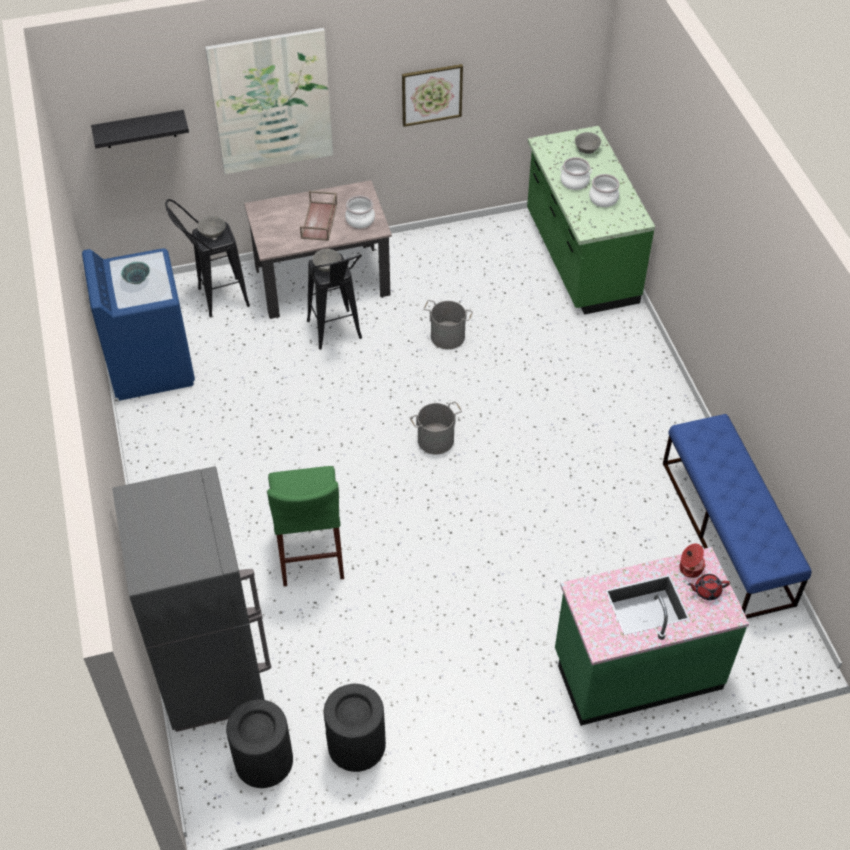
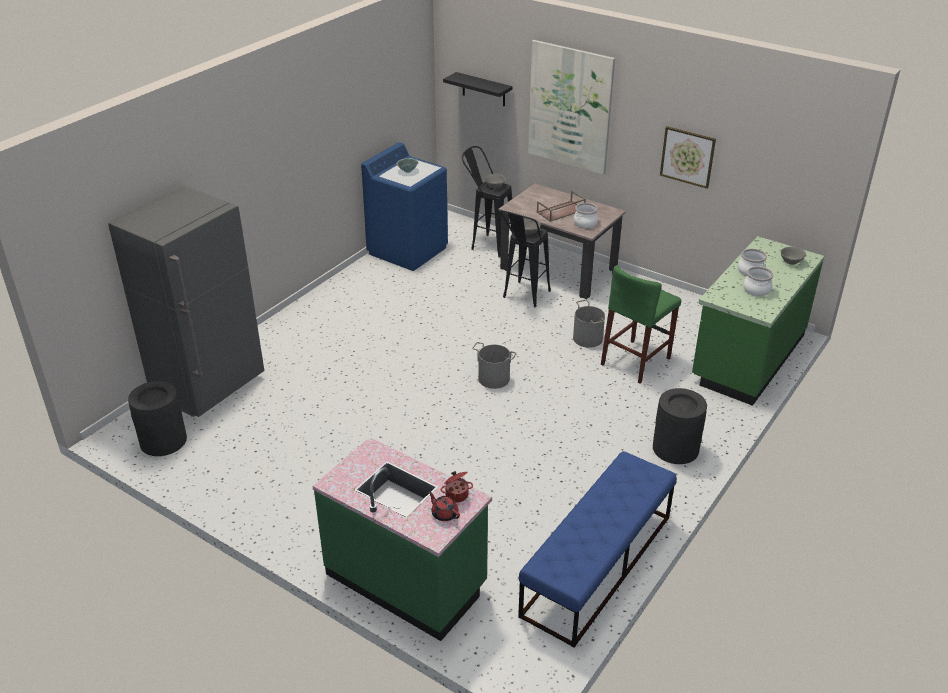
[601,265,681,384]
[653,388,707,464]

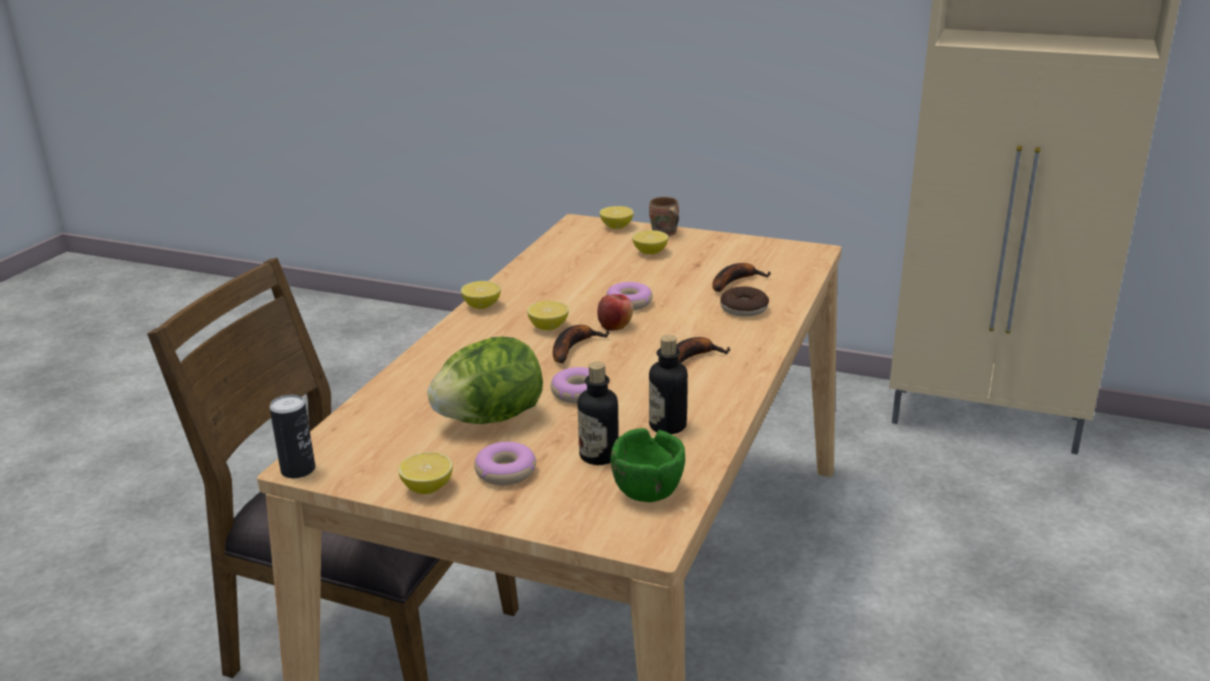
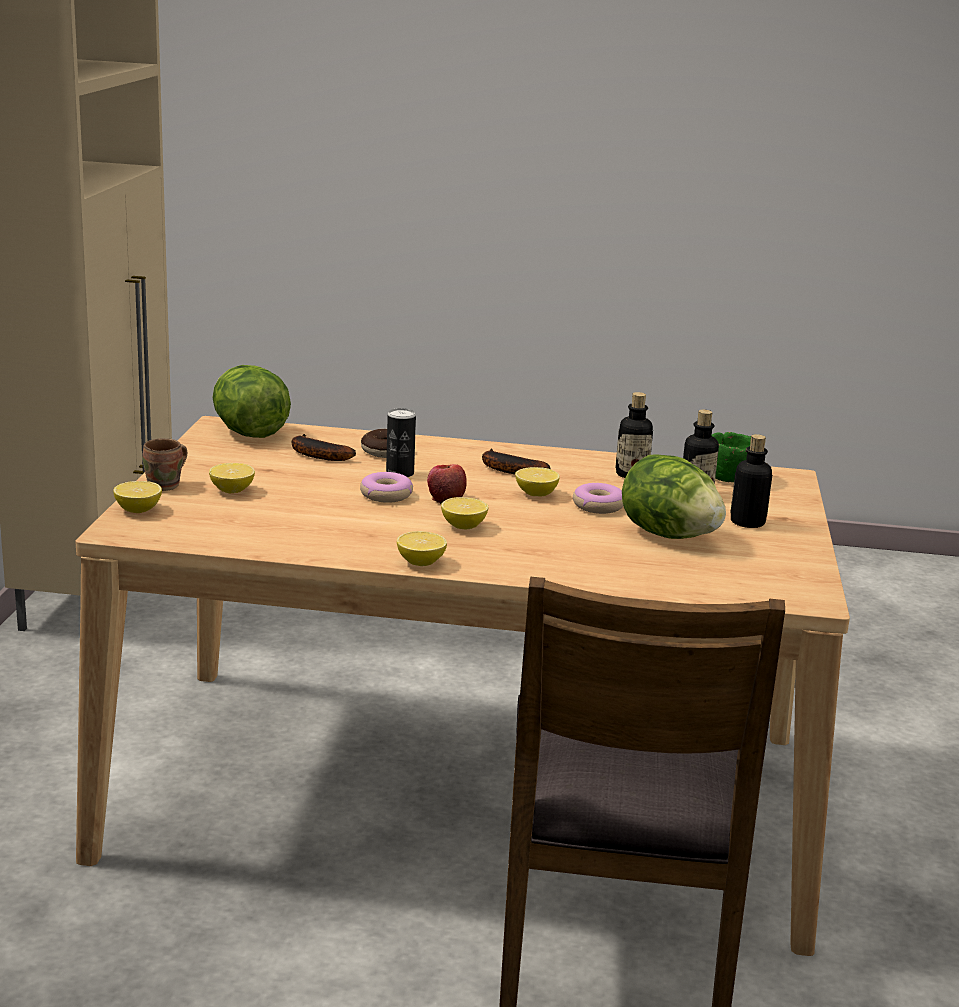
[213,365,291,438]
[386,408,416,477]
[515,467,560,497]
[730,434,772,528]
[553,325,610,363] (first image)

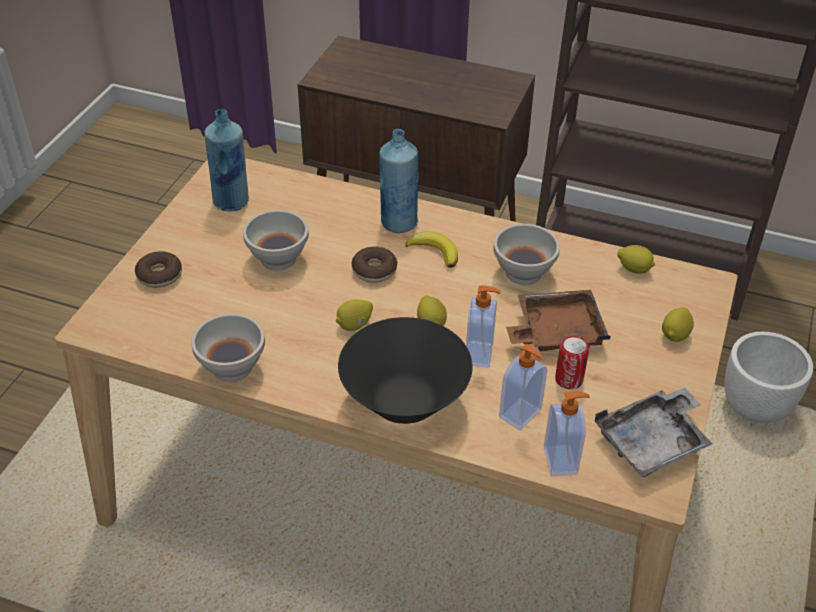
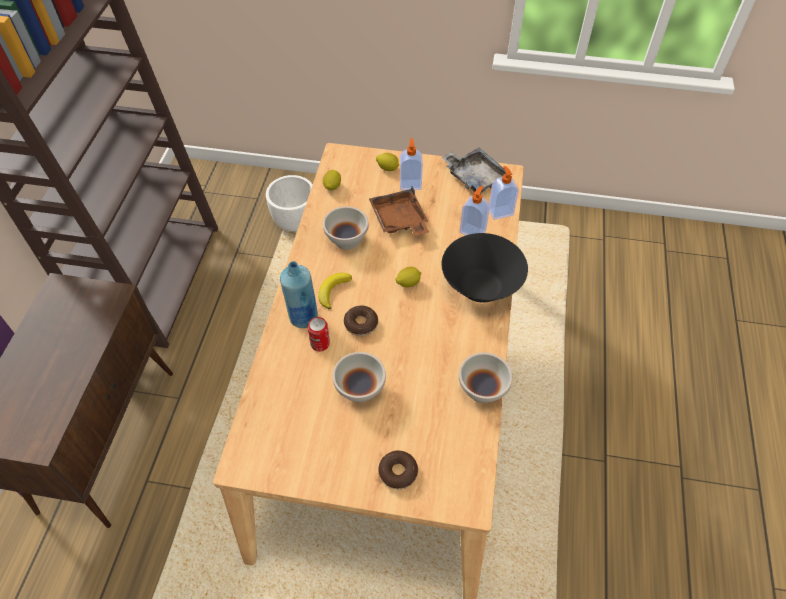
[308,317,330,351]
[400,138,423,190]
[204,109,249,212] (first image)
[336,299,373,331] (first image)

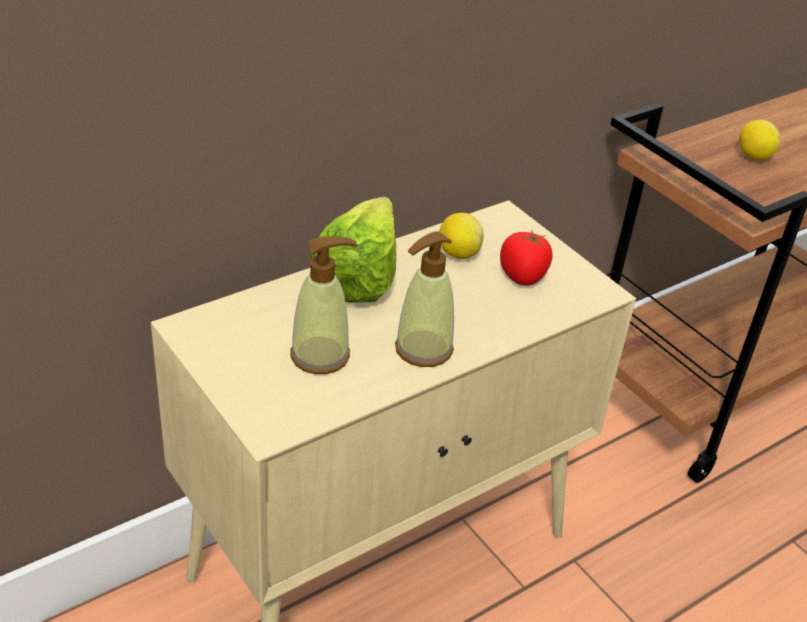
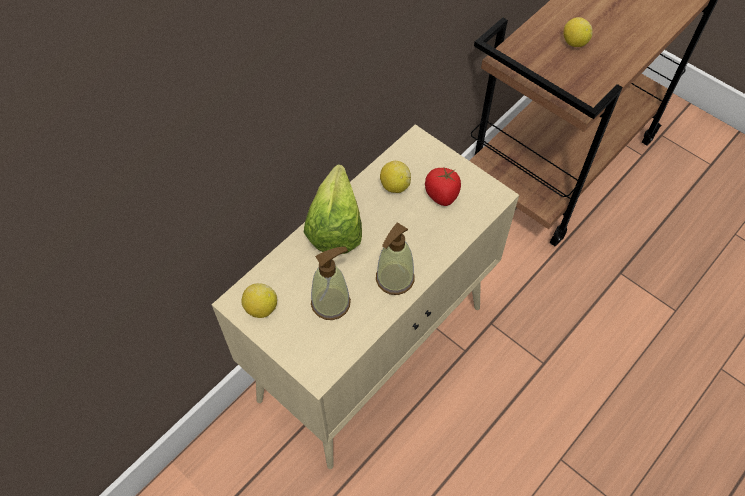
[241,283,277,318]

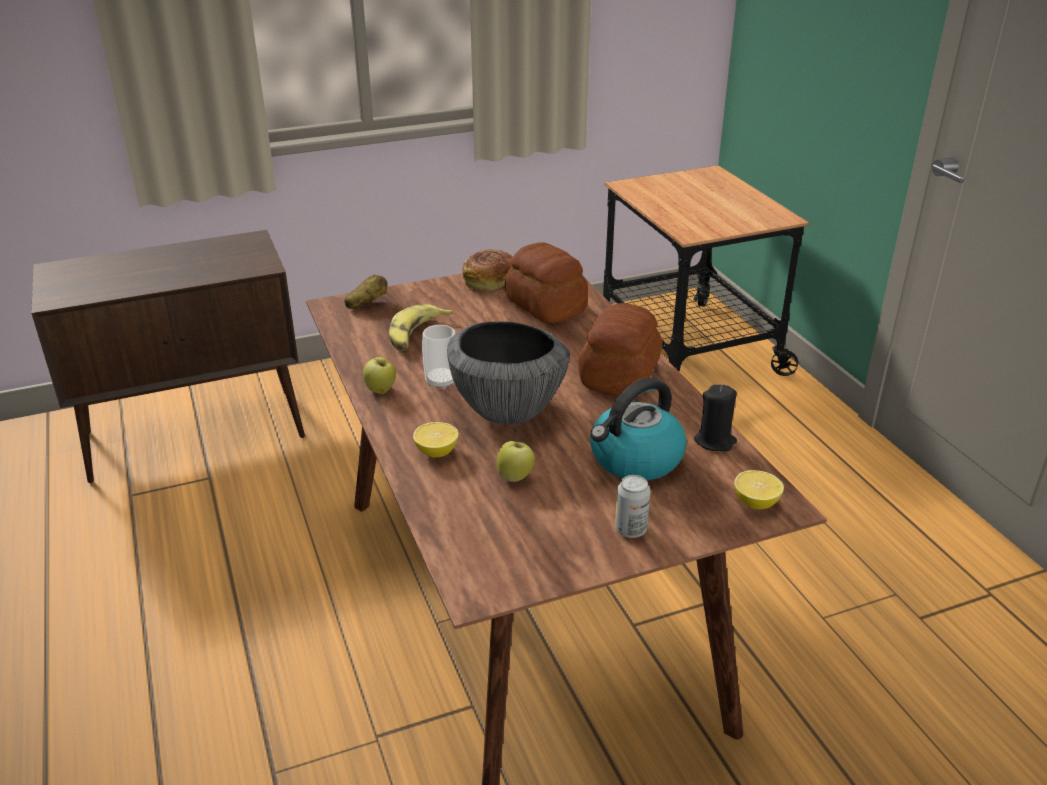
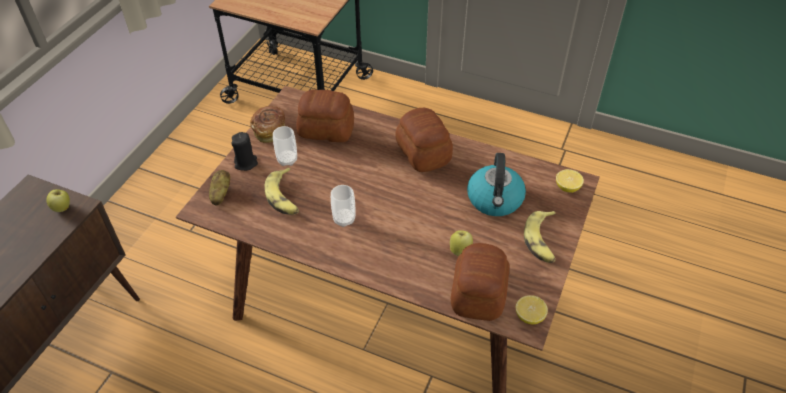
[46,189,70,212]
[231,132,258,171]
[273,126,297,166]
[451,243,510,321]
[516,295,548,325]
[524,211,556,263]
[447,321,570,425] (first image)

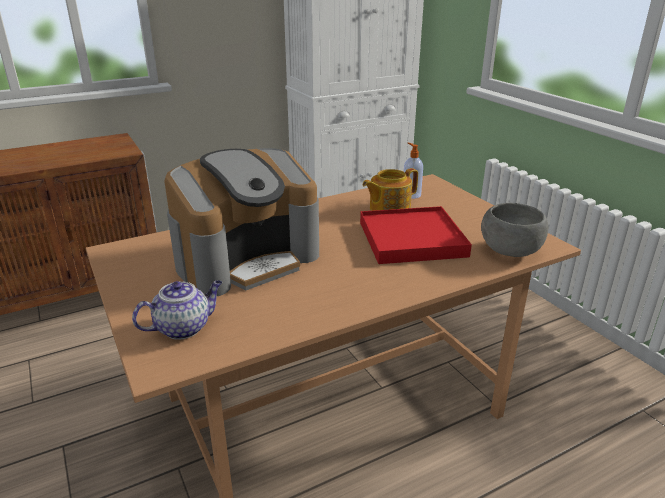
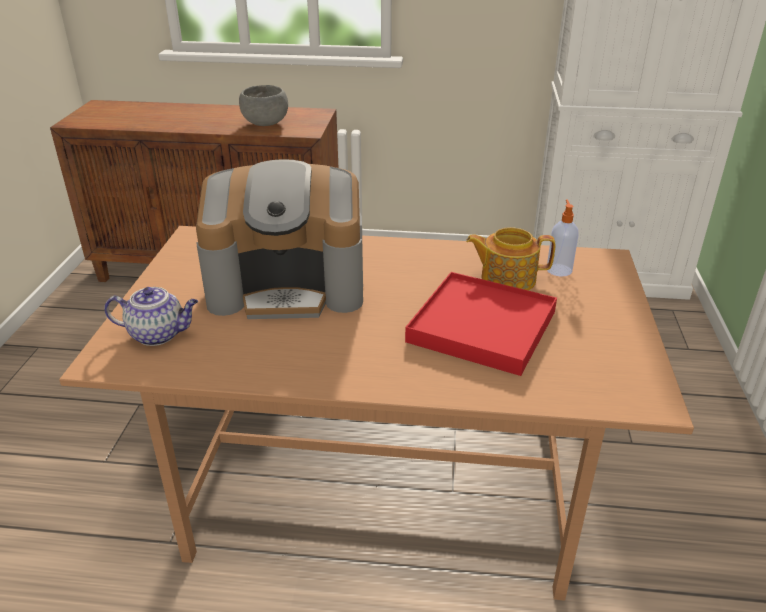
[239,85,288,126]

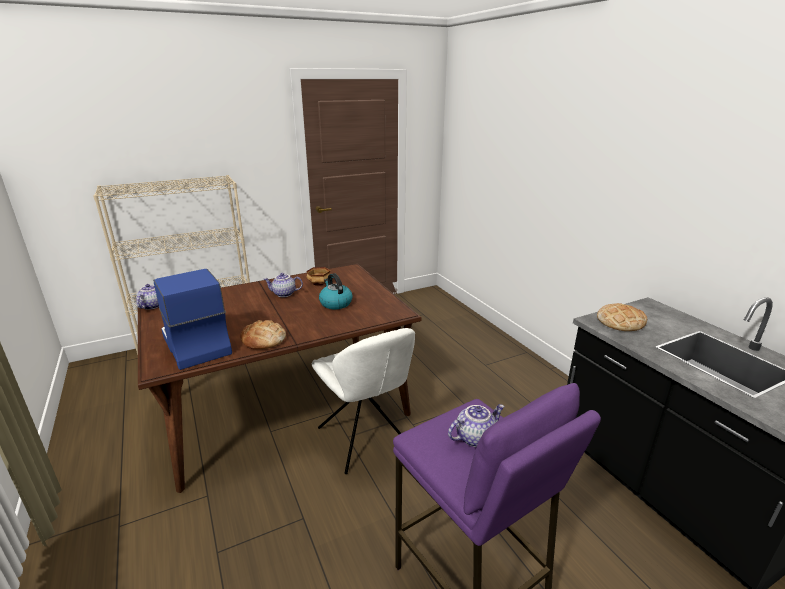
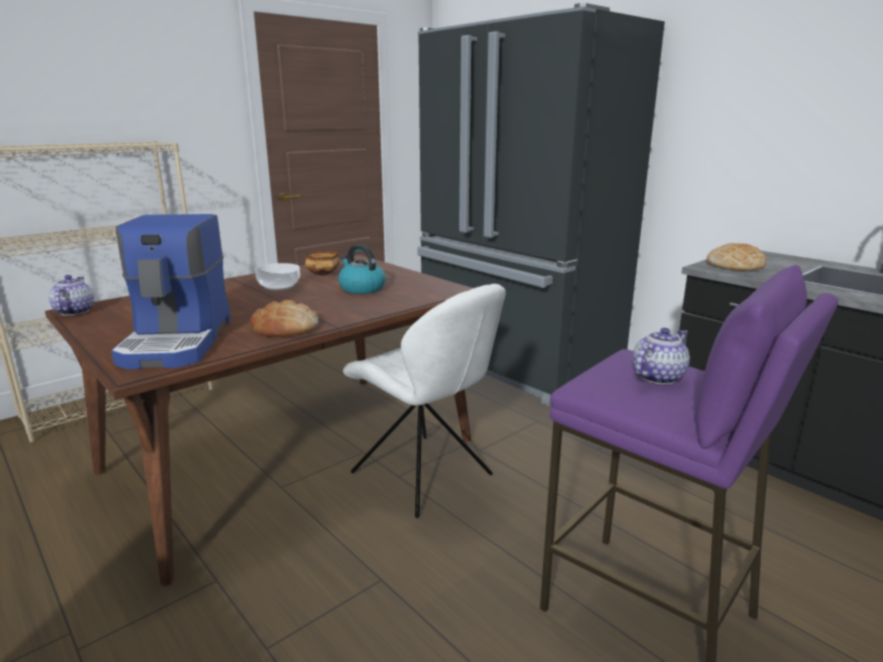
[111,214,231,369]
[255,263,300,290]
[417,3,665,406]

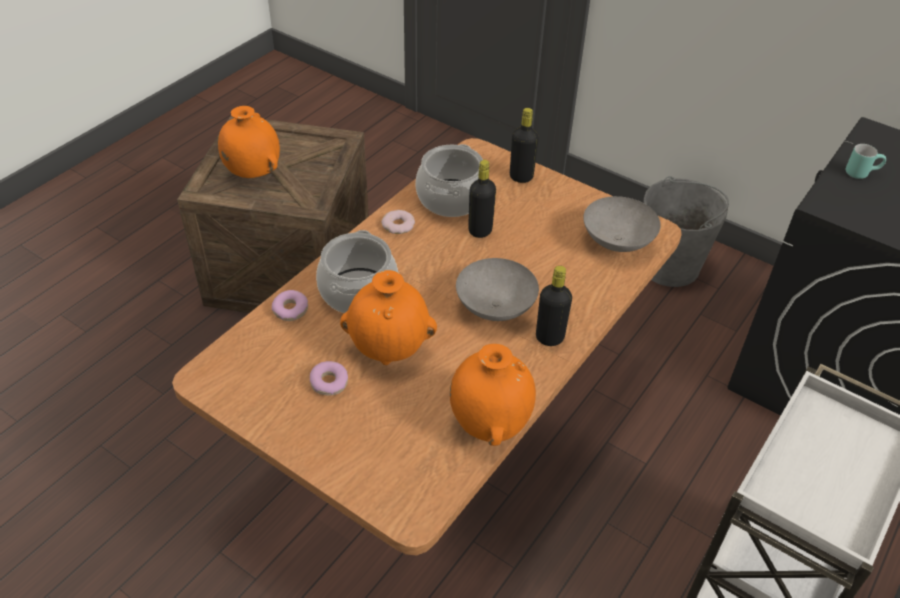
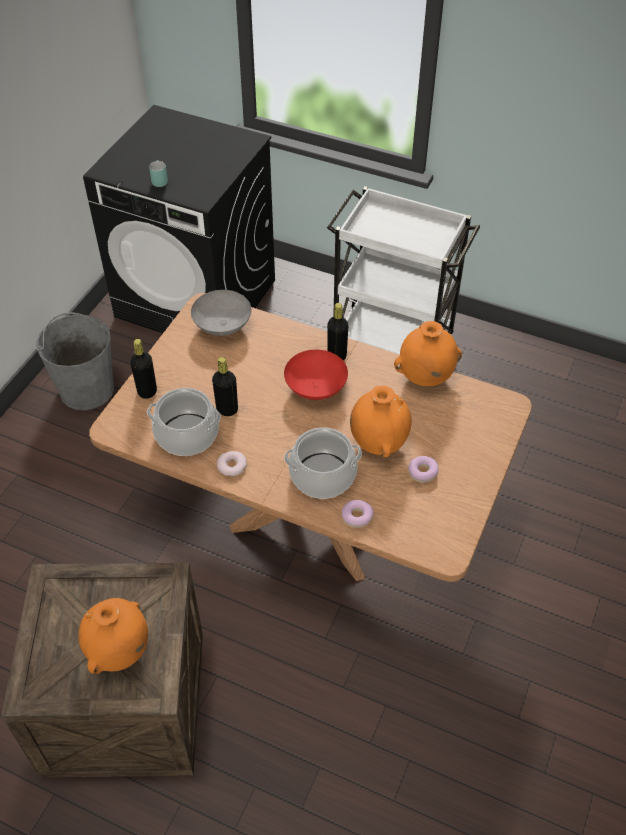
[284,350,348,400]

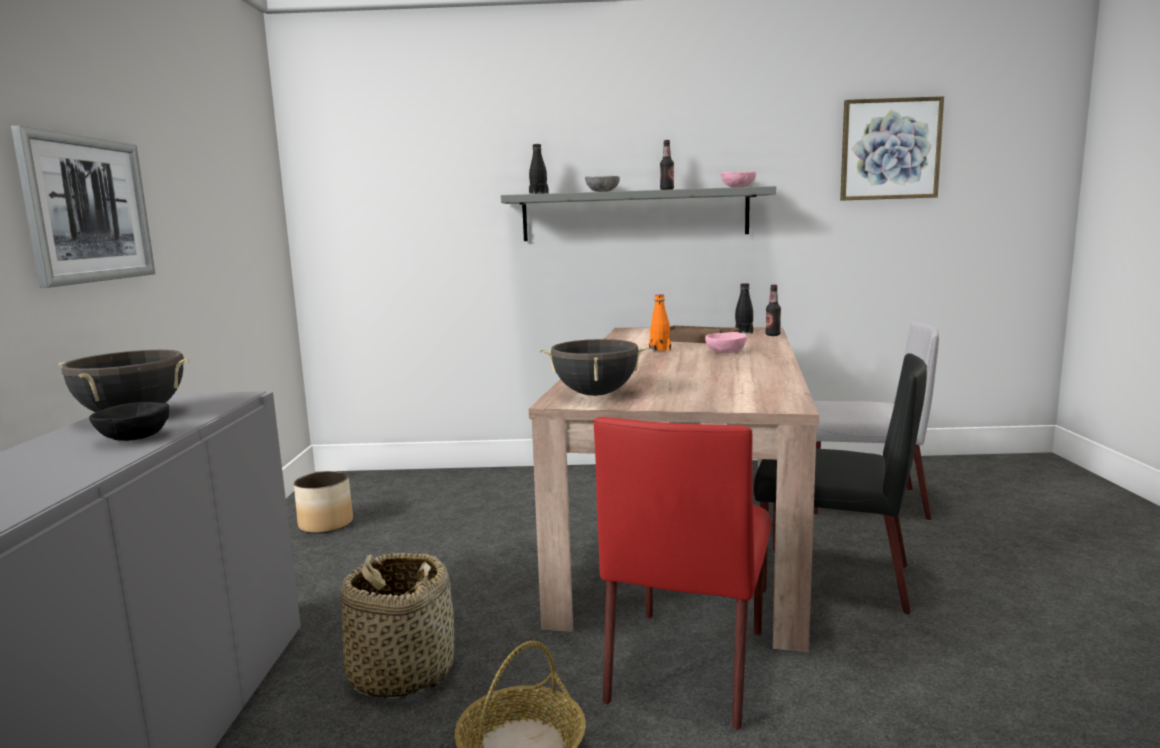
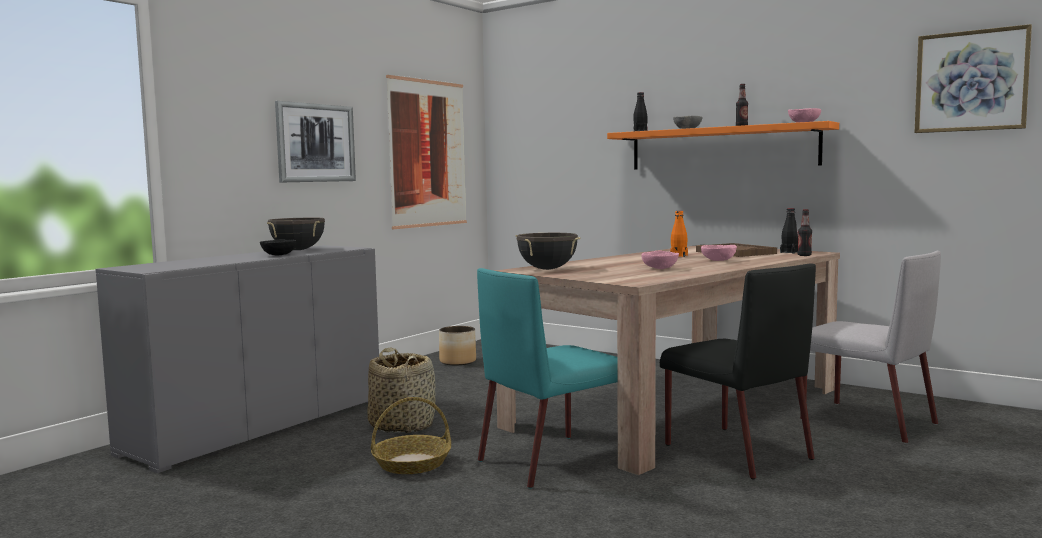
[386,75,467,229]
[477,268,617,489]
[607,121,839,170]
[641,250,679,269]

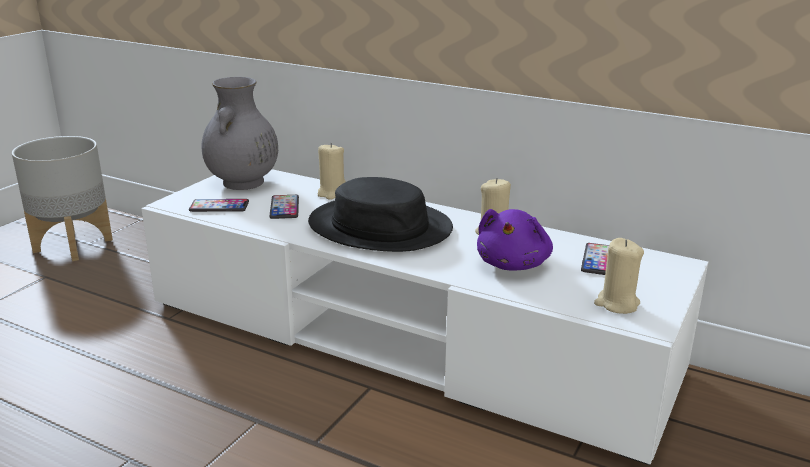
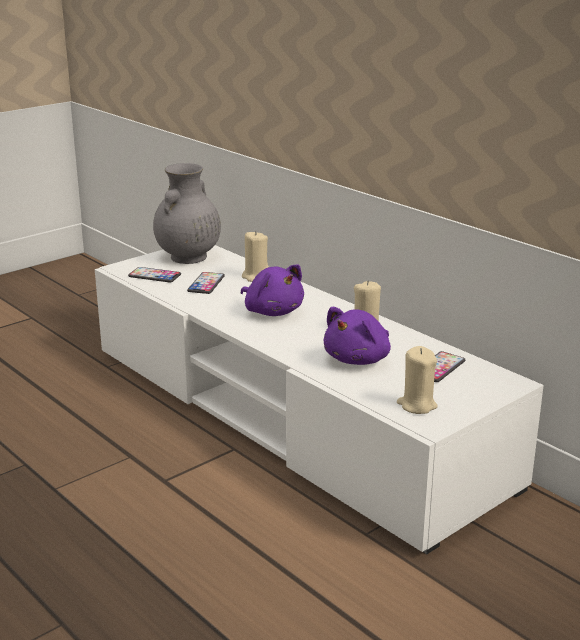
[241,265,304,316]
[12,136,113,261] (first image)

